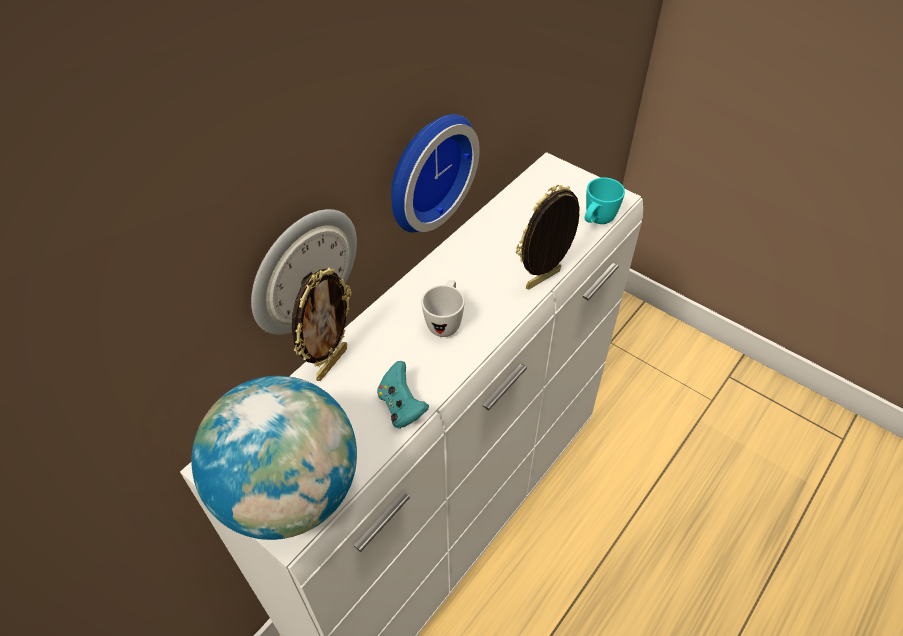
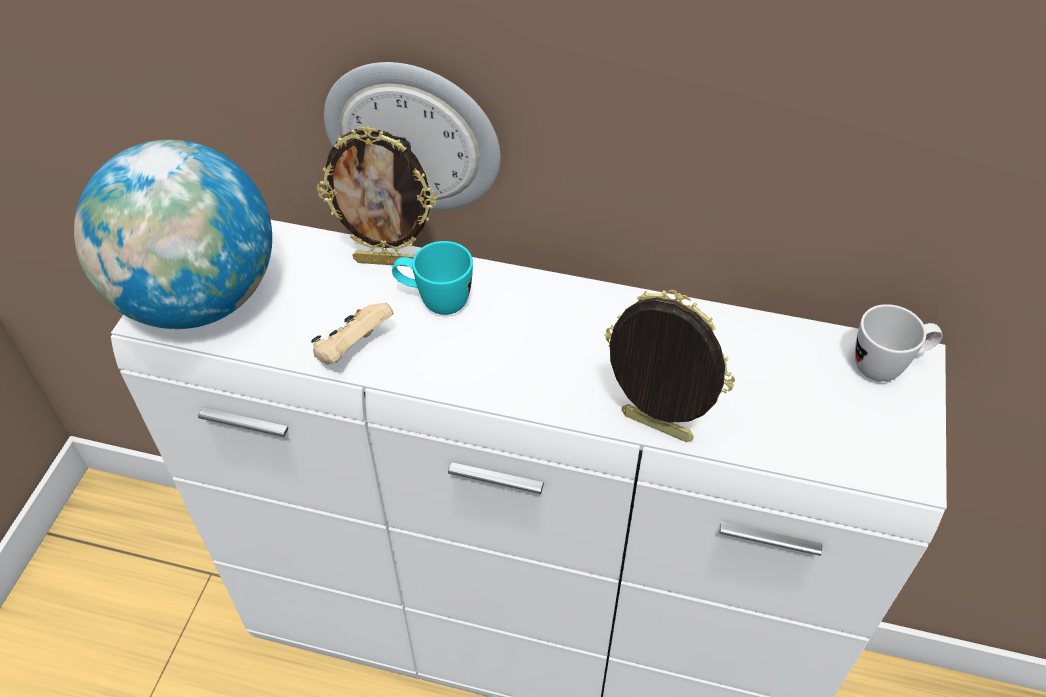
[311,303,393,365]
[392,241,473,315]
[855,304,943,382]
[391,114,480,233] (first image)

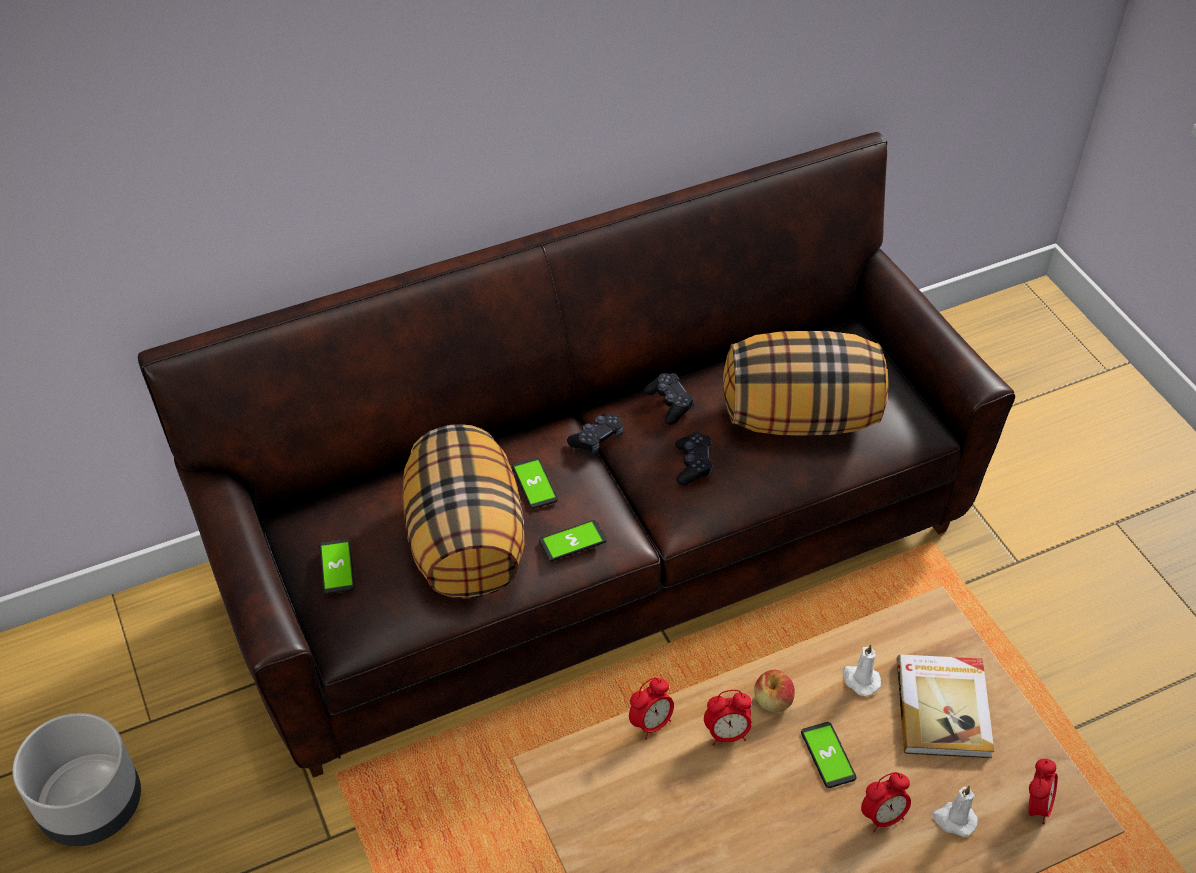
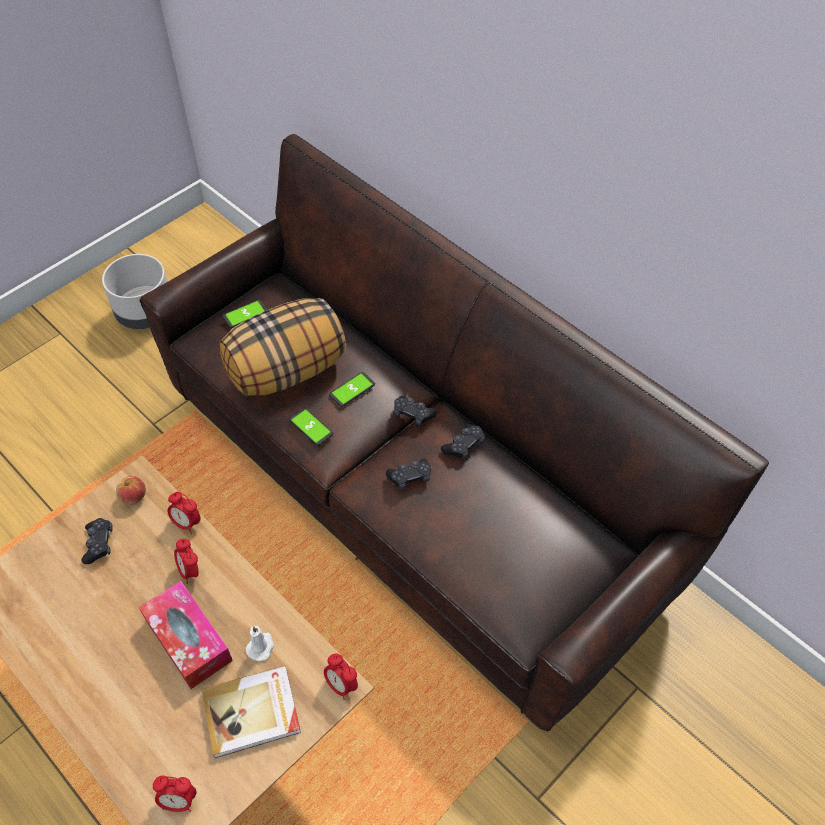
[81,518,113,564]
[116,476,146,505]
[139,581,233,689]
[324,654,358,700]
[723,331,888,436] (first image)
[932,786,978,837] (first image)

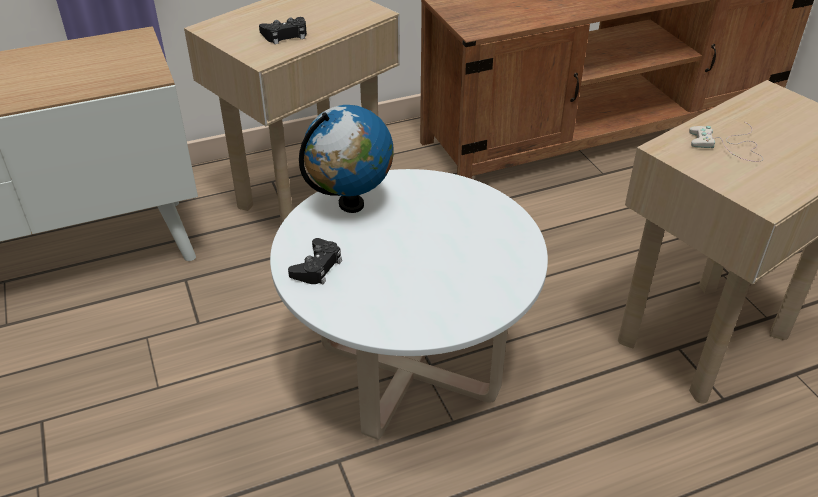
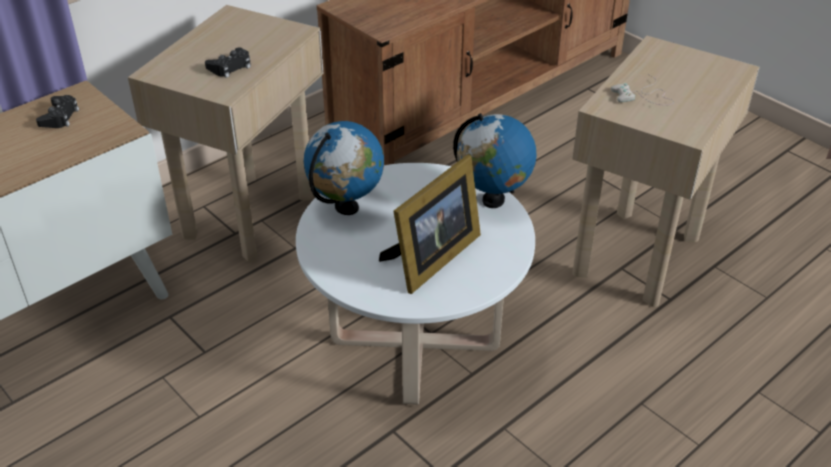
[36,95,79,128]
[379,154,481,294]
[453,113,536,208]

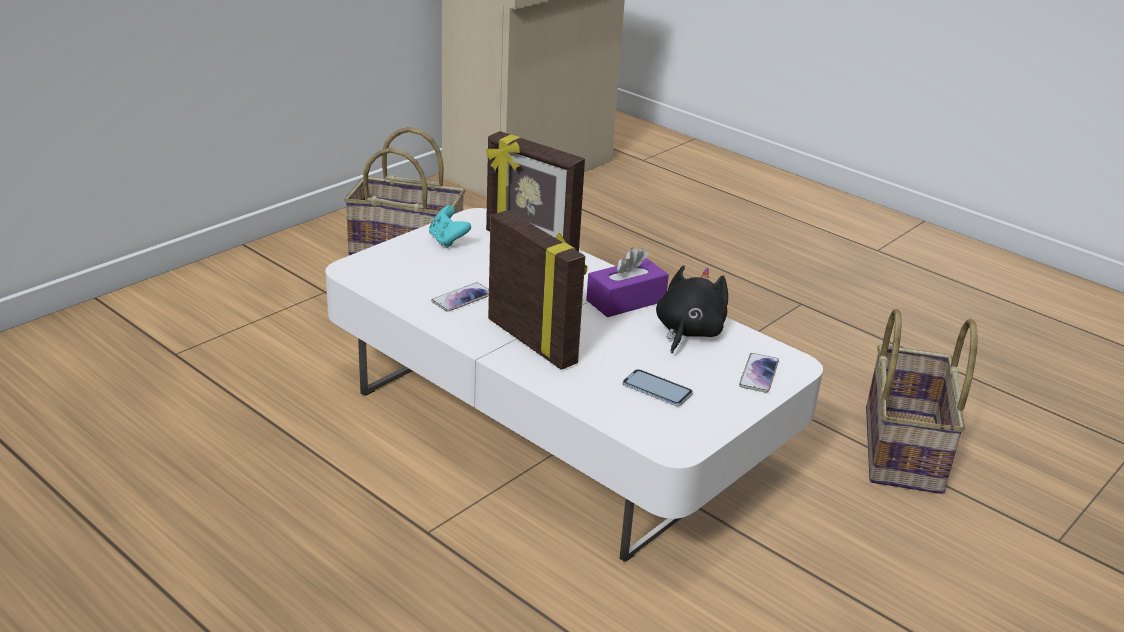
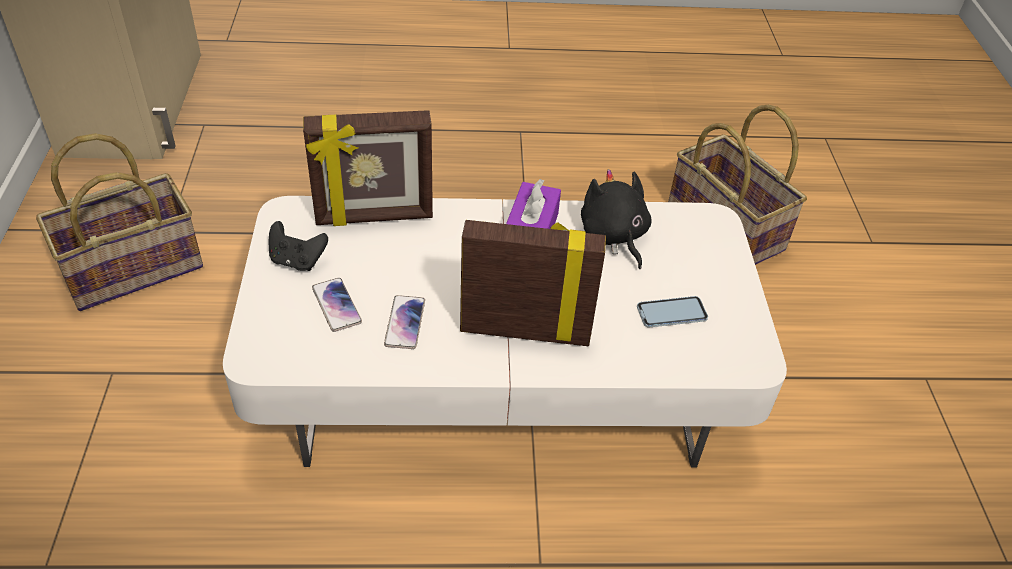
[269,221,328,271]
[312,278,362,332]

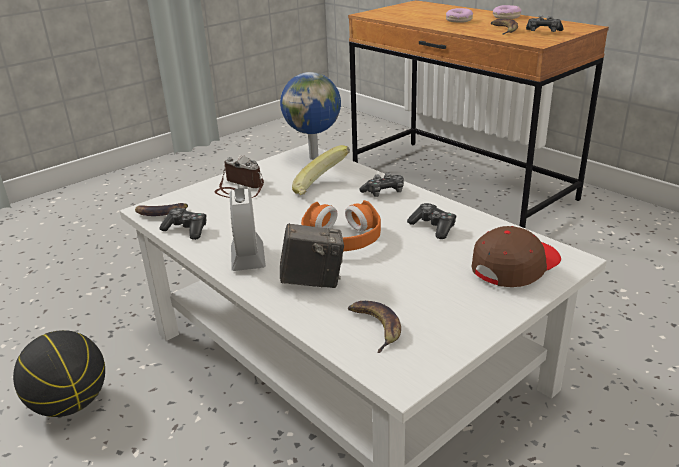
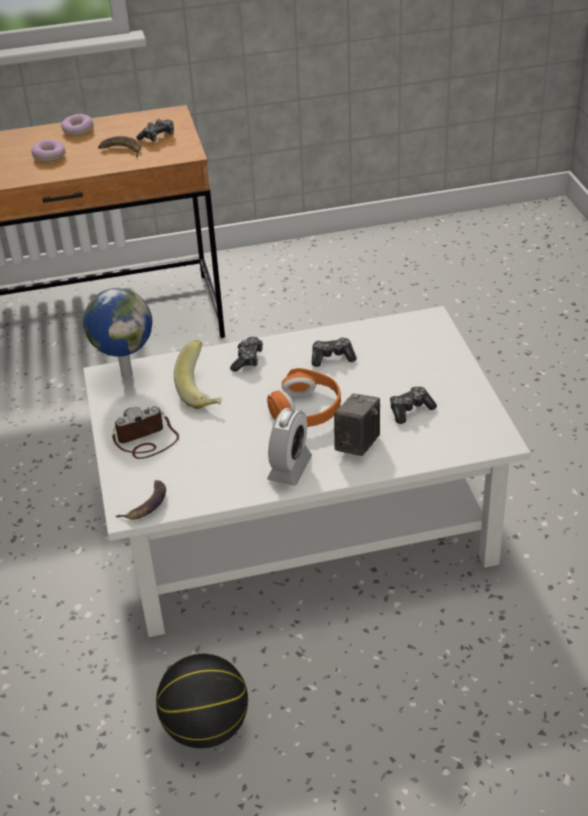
[267,408,312,486]
[390,387,437,424]
[348,301,401,353] (first image)
[472,226,561,287] (first image)

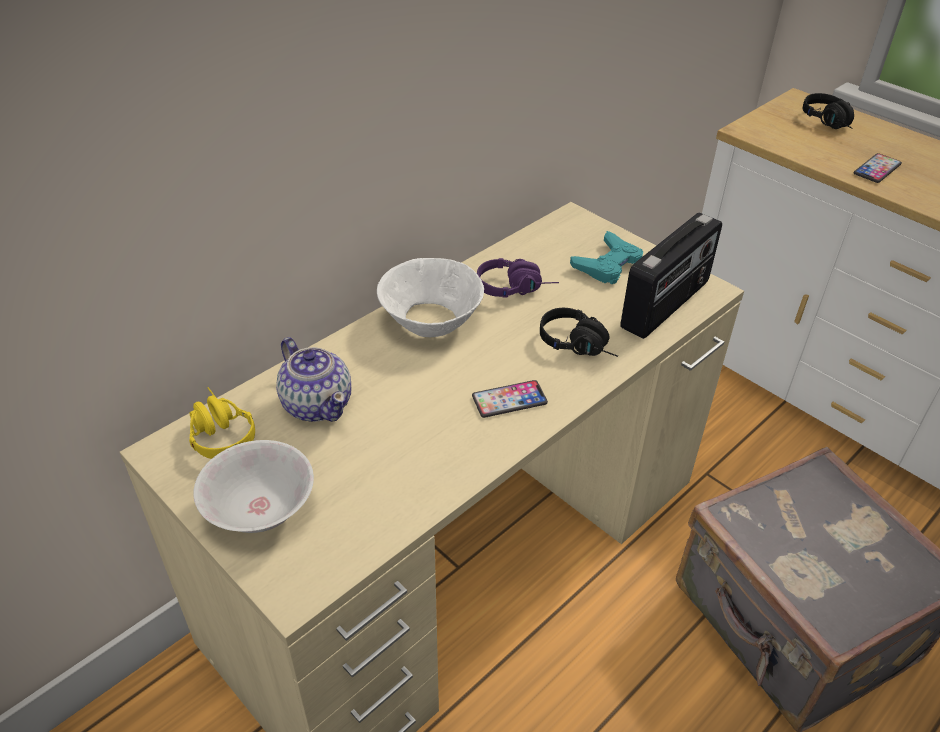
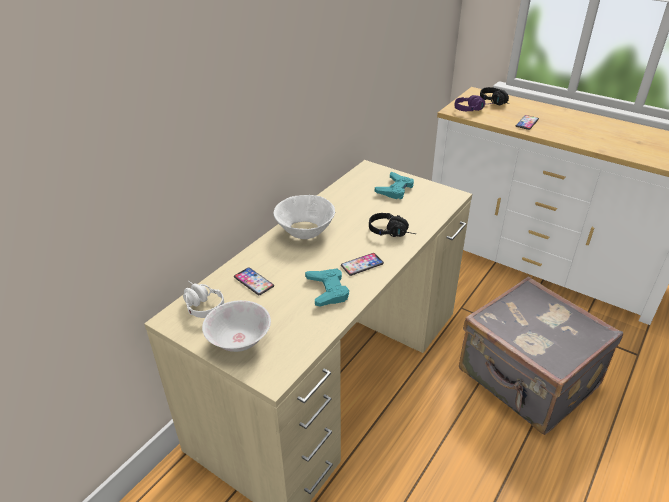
[183,281,224,318]
[234,267,274,295]
[305,269,349,306]
[455,95,493,111]
[620,212,722,339] (first image)

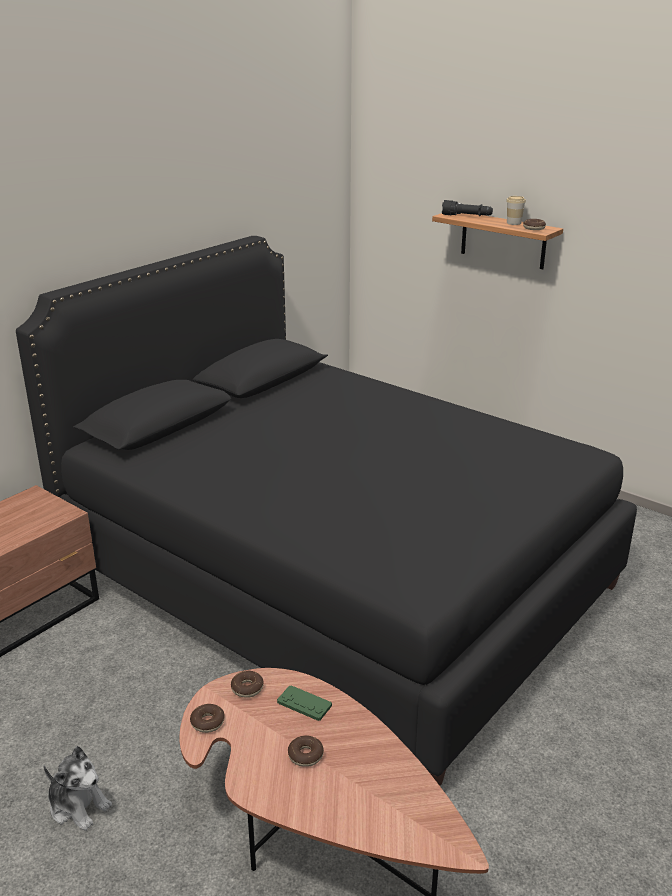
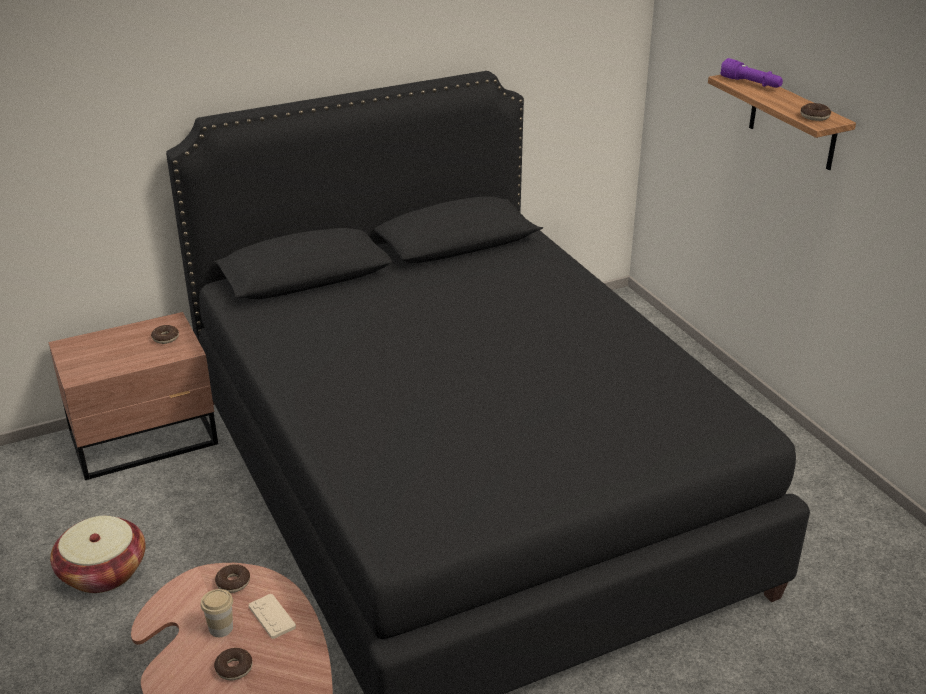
[50,516,146,593]
[151,325,179,344]
[201,589,233,637]
[248,594,296,639]
[720,58,783,88]
[43,746,112,831] (first image)

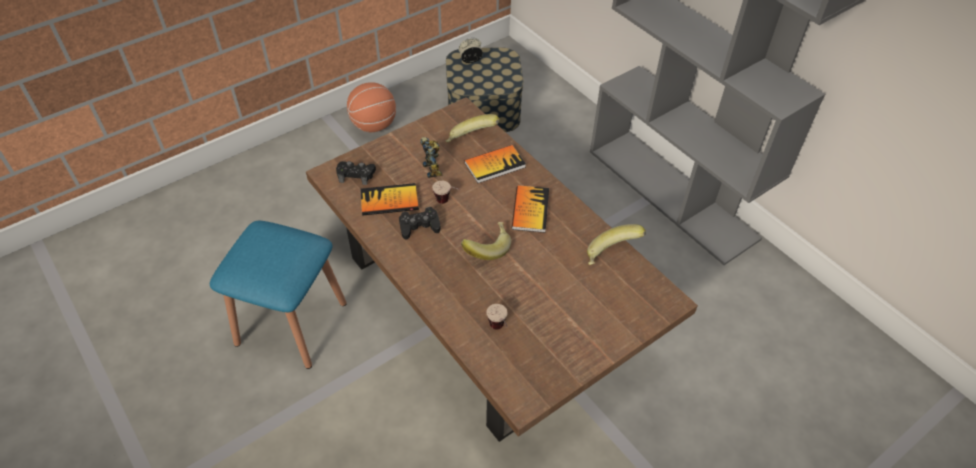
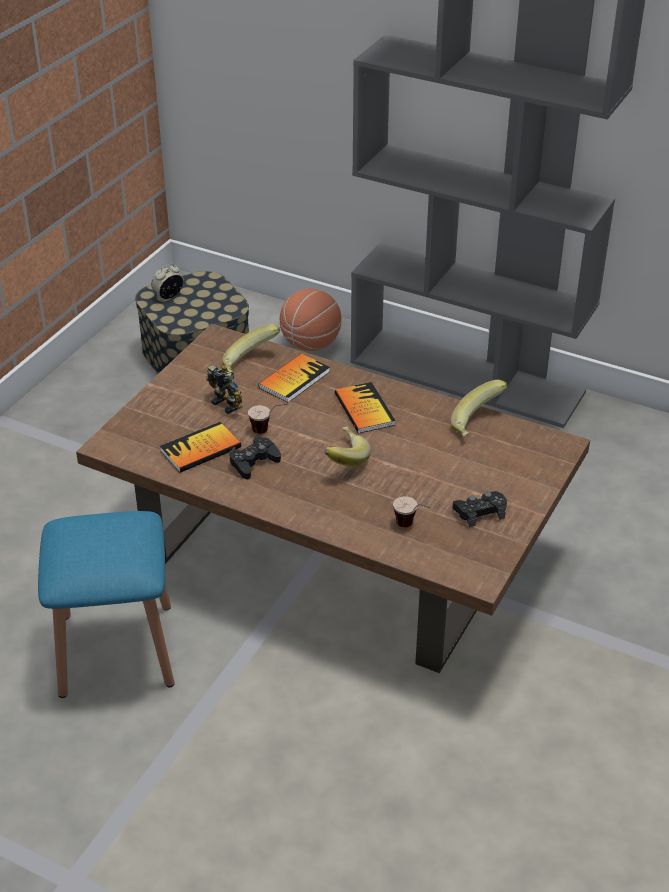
[280,289,341,351]
[453,491,507,527]

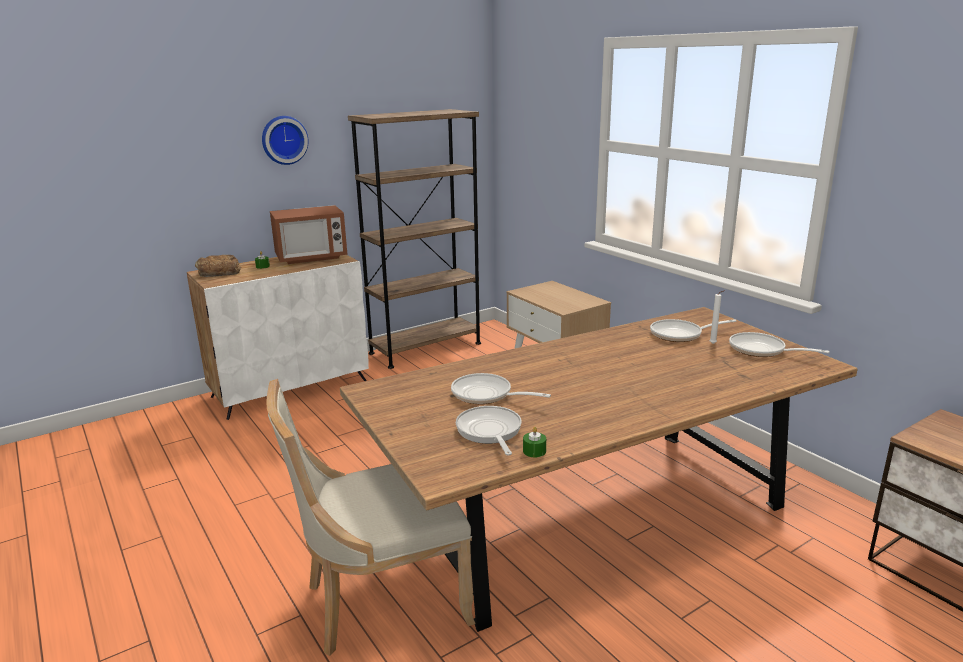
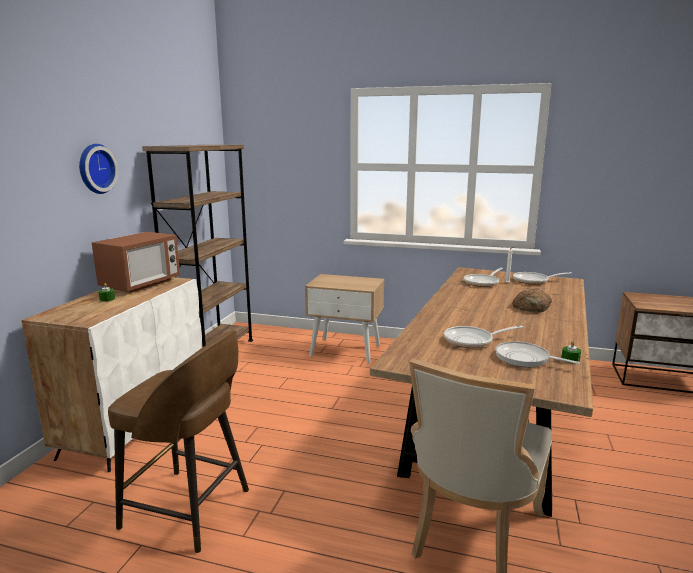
[108,330,249,553]
[512,288,552,313]

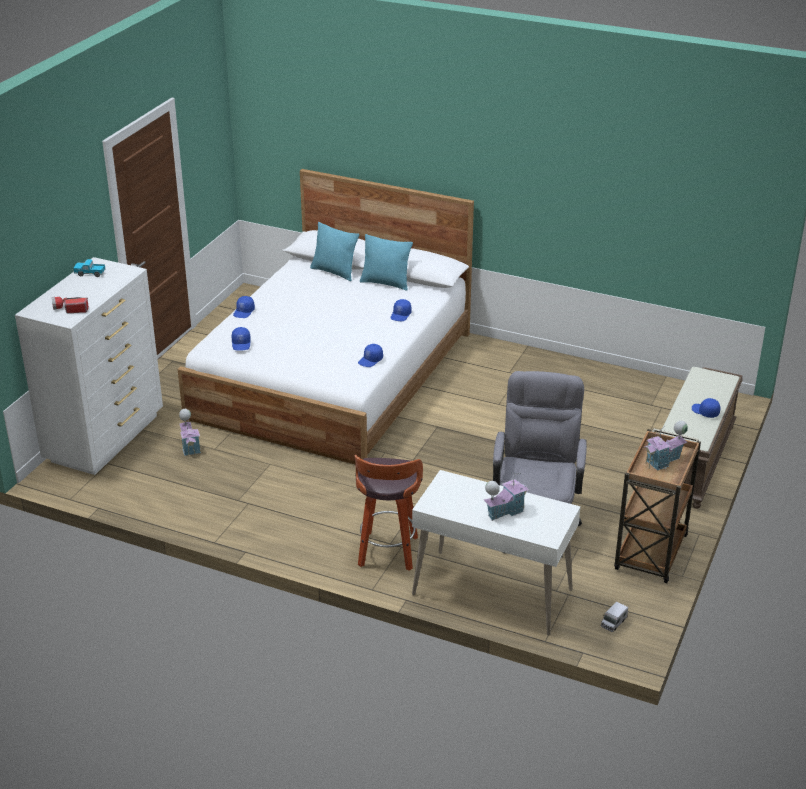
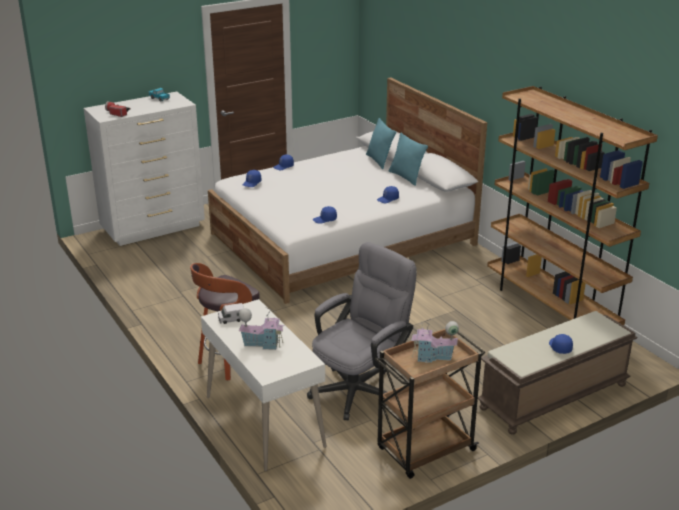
[218,303,244,324]
[487,86,658,325]
[179,409,201,457] (first image)

